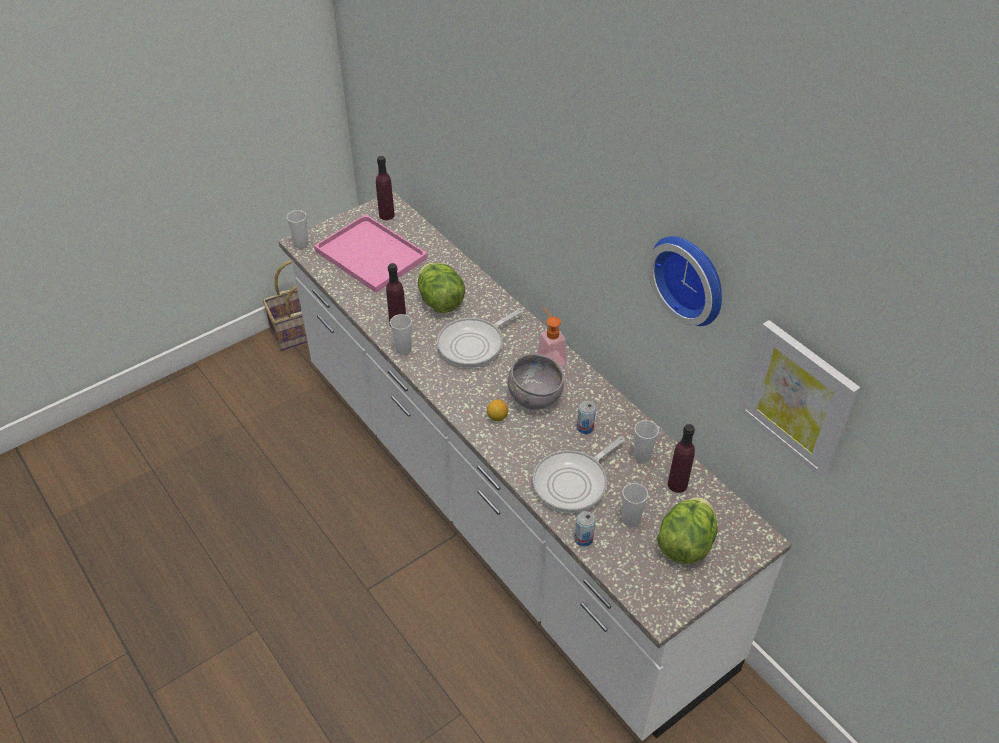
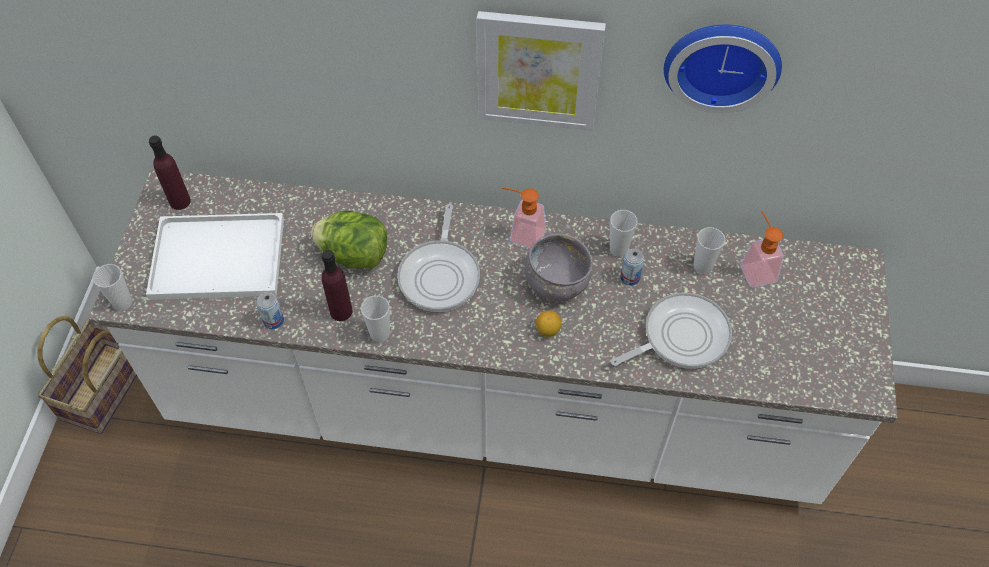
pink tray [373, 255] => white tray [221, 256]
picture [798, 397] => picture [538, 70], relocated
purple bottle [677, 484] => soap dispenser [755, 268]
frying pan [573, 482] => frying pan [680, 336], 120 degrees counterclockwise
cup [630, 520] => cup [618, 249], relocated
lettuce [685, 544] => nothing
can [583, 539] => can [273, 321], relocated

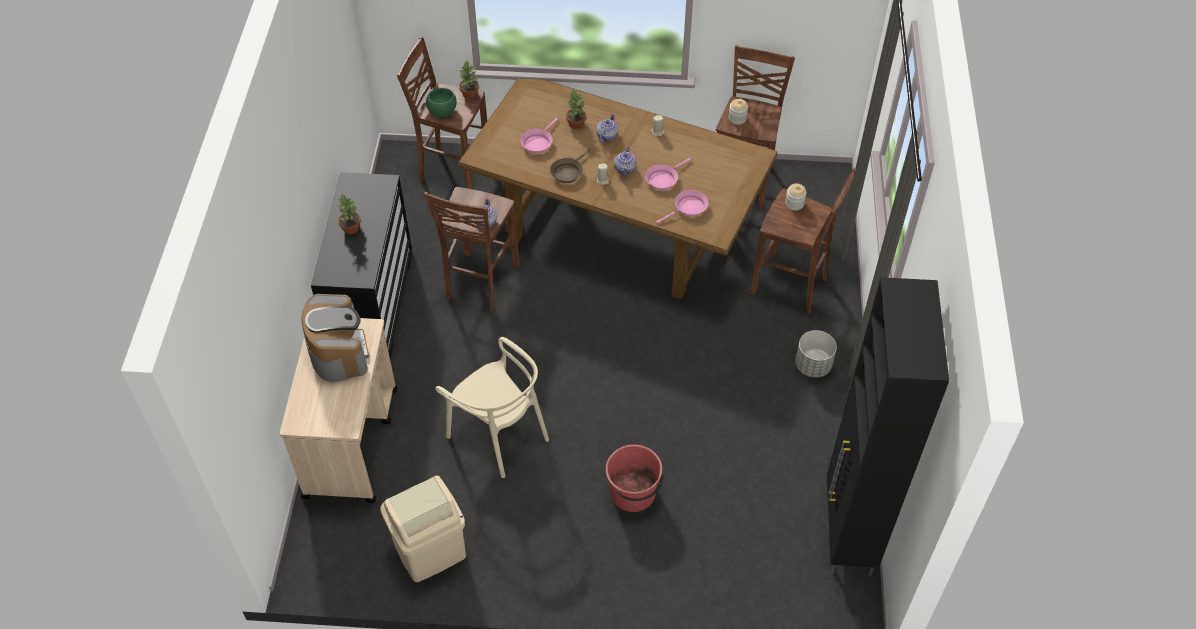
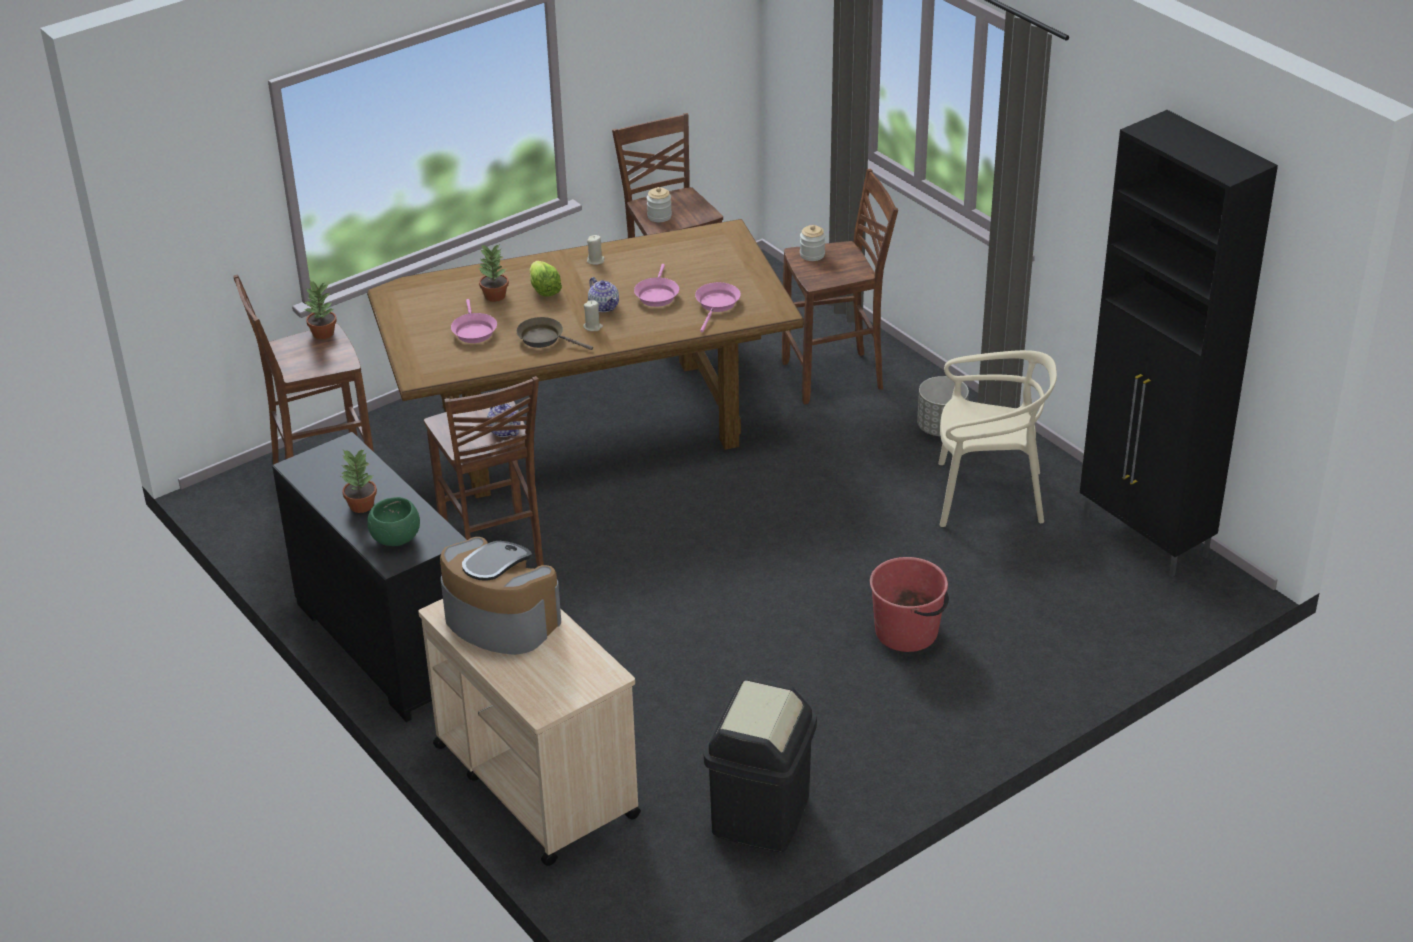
green bowl [442, 111] => green bowl [395, 537], relocated
teapot [606, 136] => lettuce [544, 290]
brown frying pan [568, 172] => brown frying pan [544, 339], 120 degrees clockwise
beige chair [499, 435] => beige chair [987, 496], relocated
beige trash can [430, 550] => black trash can [760, 815]

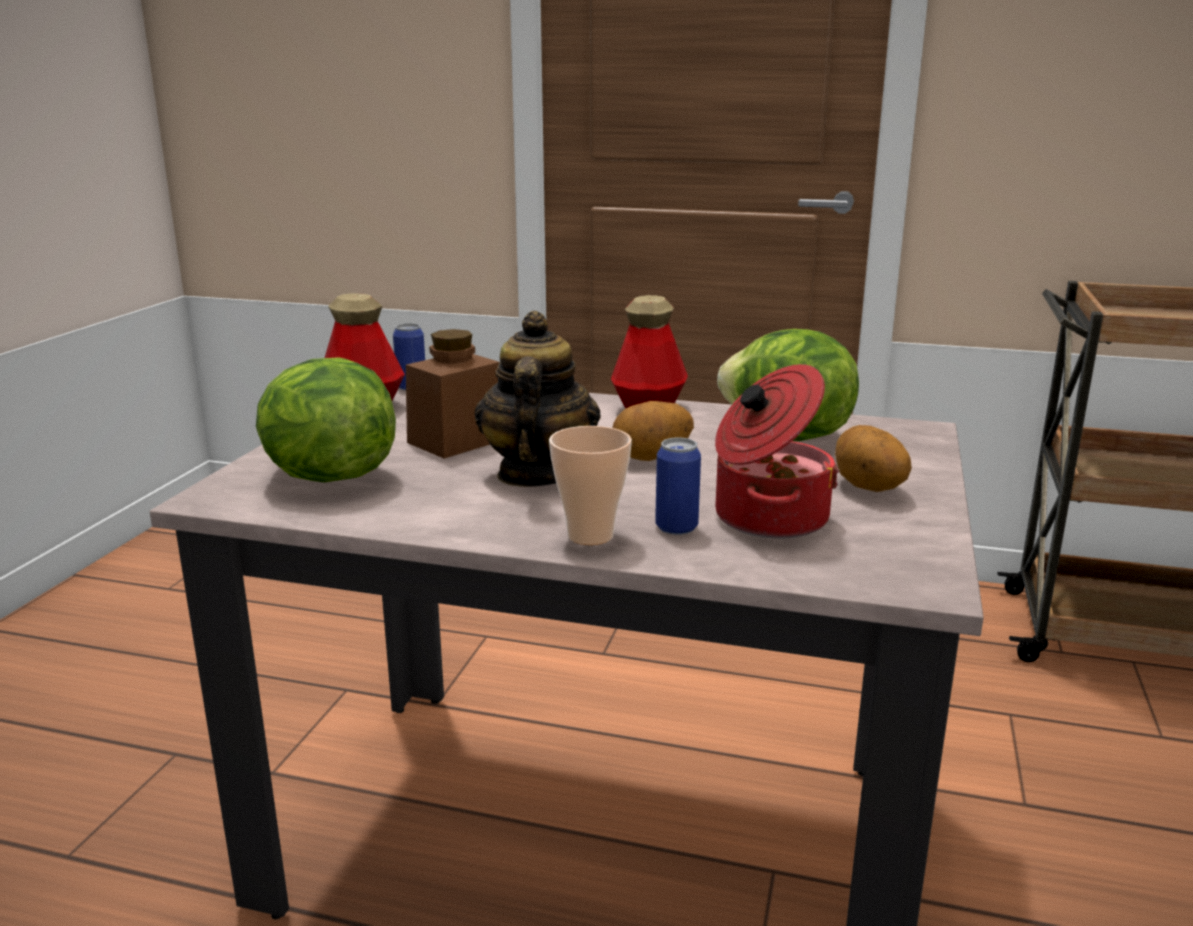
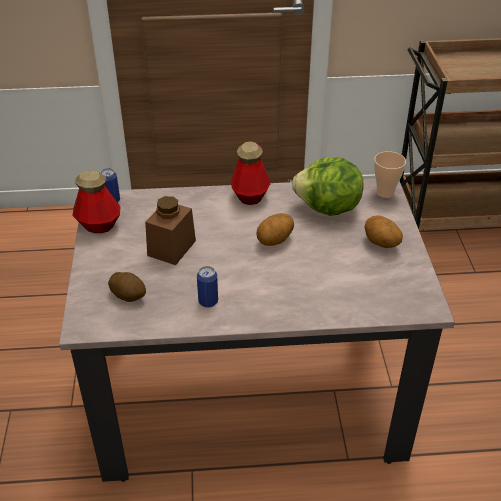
teapot [537, 474] => nothing
lettuce [328, 477] => potato [128, 295]
cooking pot [767, 517] => nothing
cup [590, 535] => cup [385, 192], relocated
can [676, 527] => can [208, 301], relocated

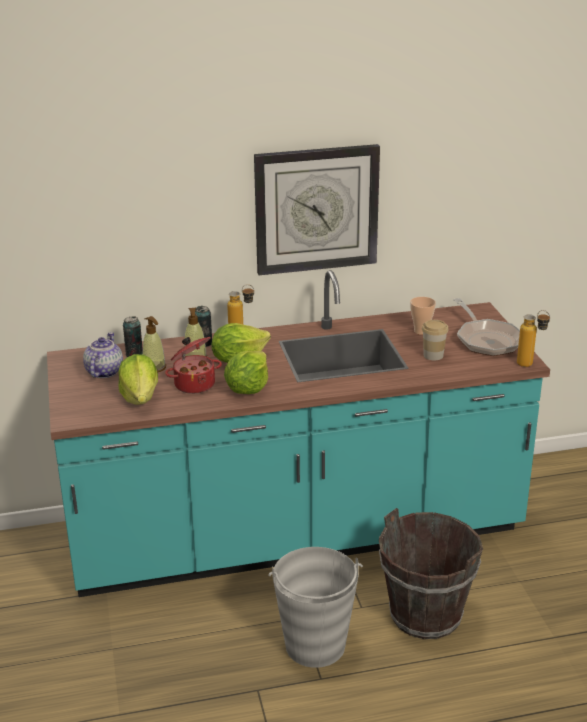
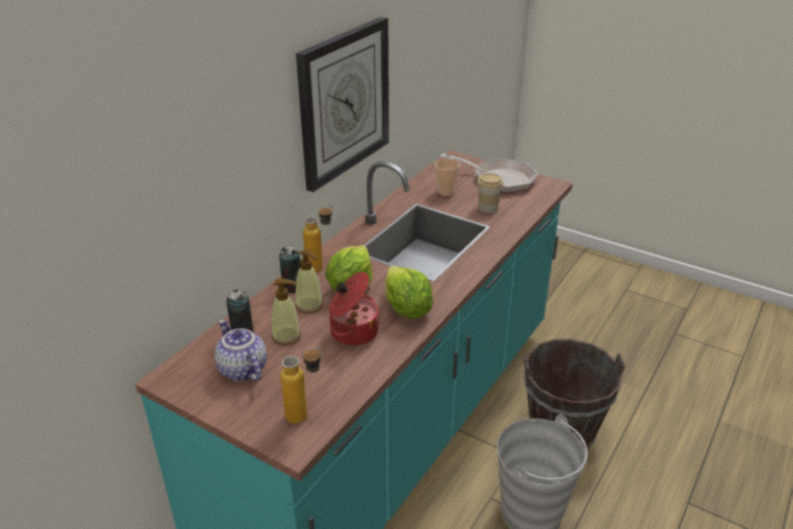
bottle [530, 366] => bottle [305, 416], relocated
lettuce [140, 397] => nothing

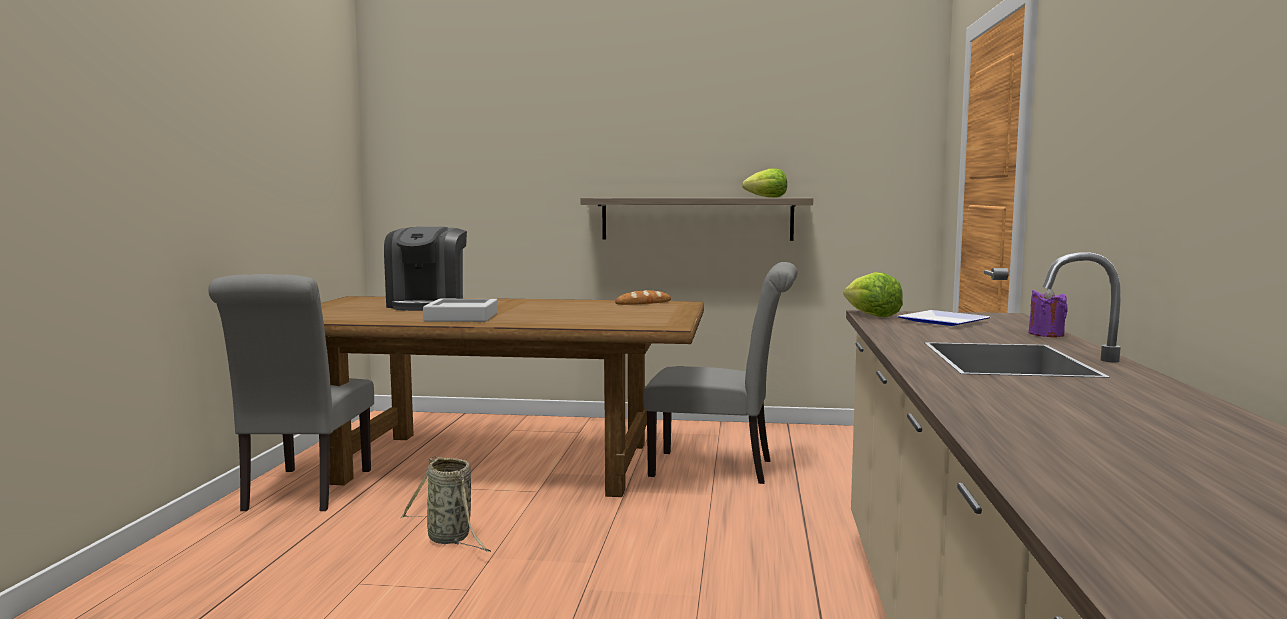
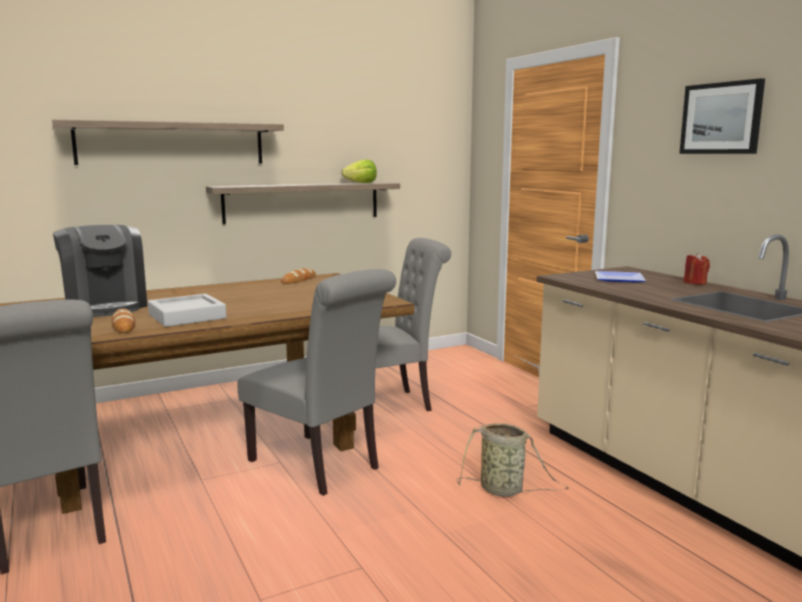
lettuce [871, 315] => nothing
purple candle [1046, 334] => red candle [695, 283]
basket [451, 539] => basket [504, 490], relocated
nothing => picture [721, 118]
nothing => shelf [172, 143]
nothing => grey chair [319, 466]
nothing => bread [123, 325]

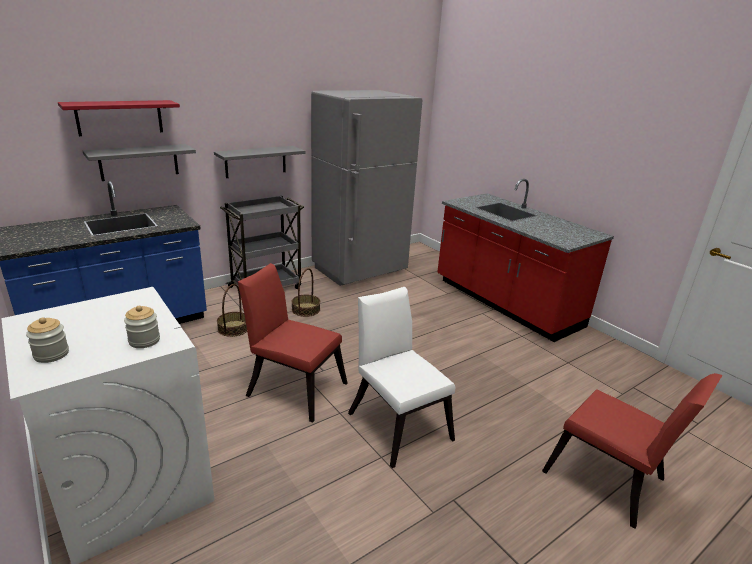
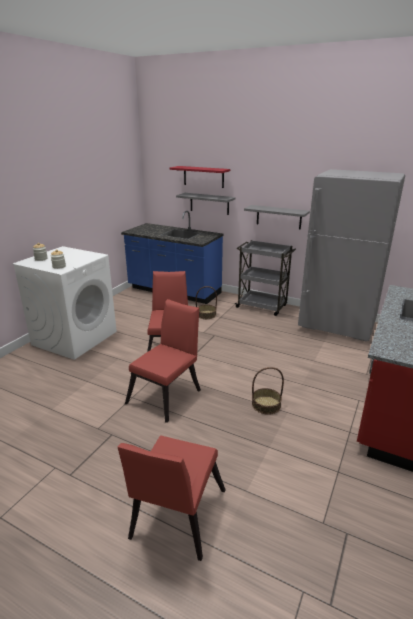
basket [305, 309] => basket [266, 405], relocated
white chair [397, 422] => red chair [167, 394]

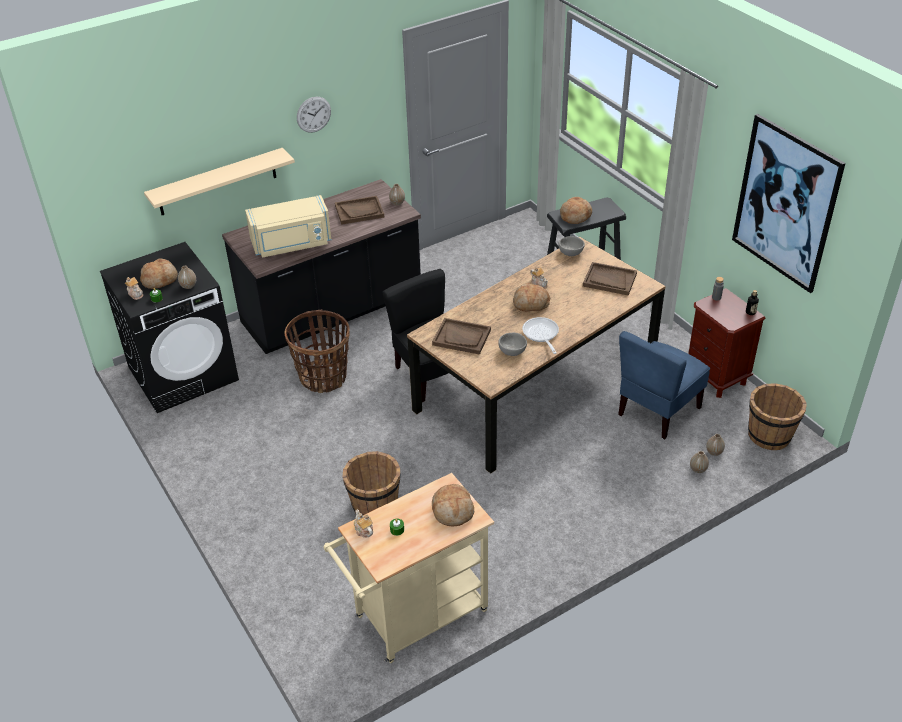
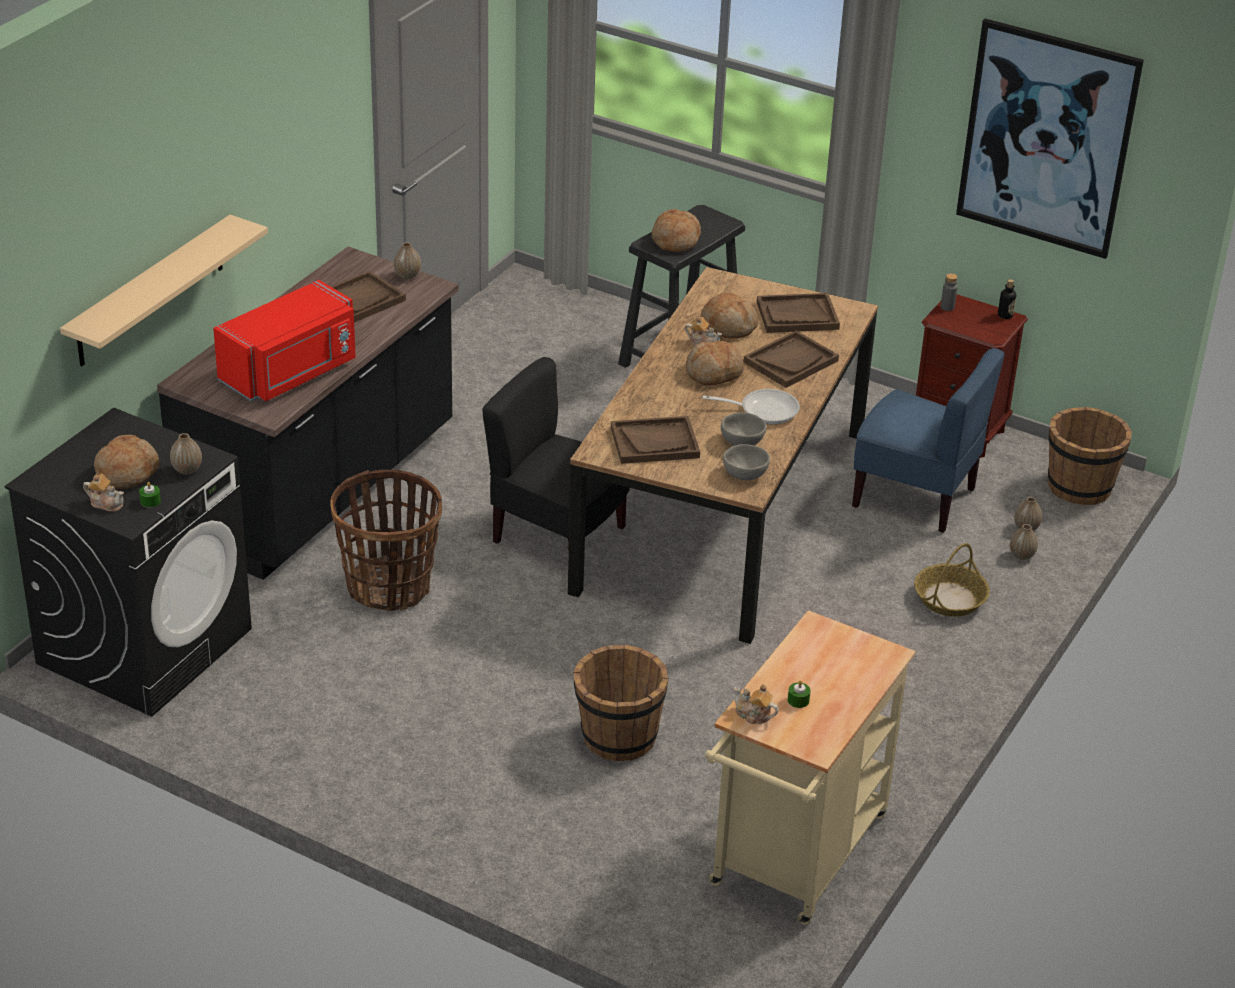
wall clock [313, 114] => nothing
beige microwave [292, 244] => red microwave [291, 372]
grey bowl [570, 253] => grey bowl [745, 475], relocated
frying pan [541, 335] => frying pan [763, 410], 135 degrees clockwise
blue chair [657, 411] => blue chair [915, 497], 75 degrees counterclockwise
bread [453, 510] => bread [729, 326], relocated
nothing => brown tray [790, 361]
nothing => basket [950, 599]

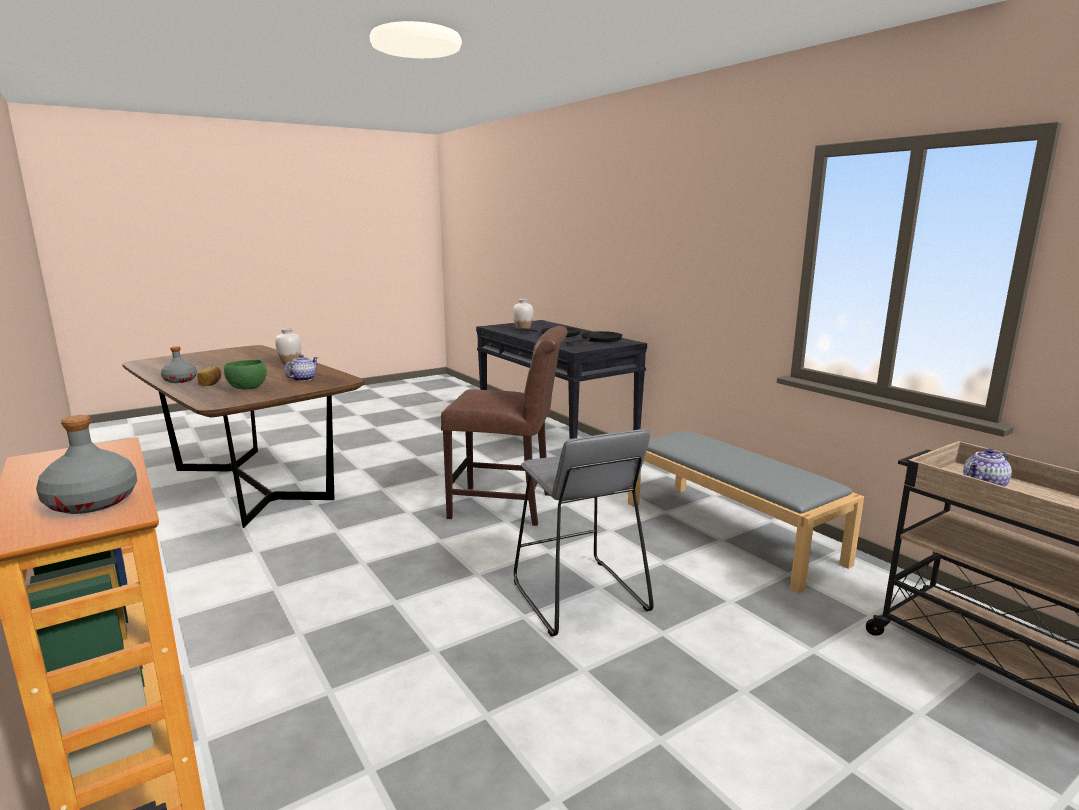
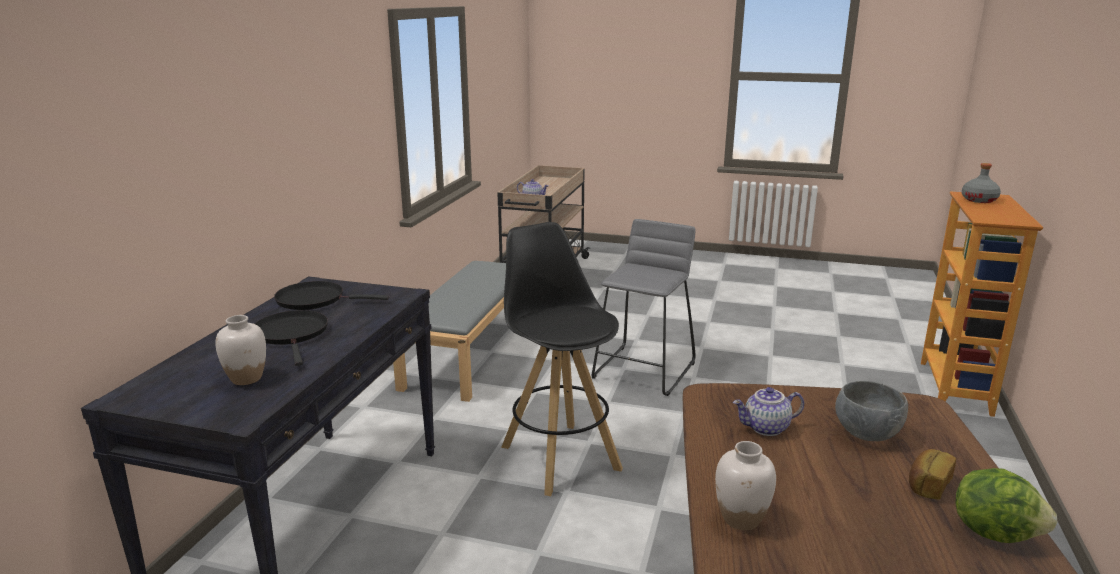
brown chair [507, 506] => black stool [559, 456]
grey bottle [180, 380] => lettuce [994, 532]
green bowl [248, 388] => grey bowl [866, 434]

